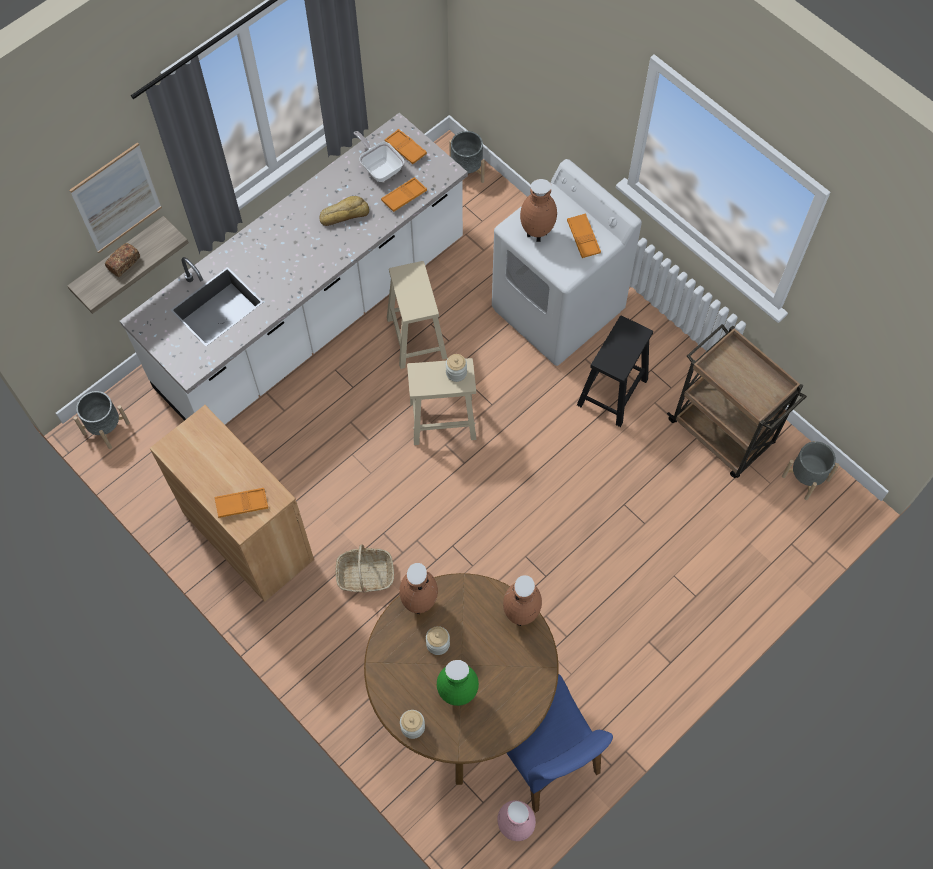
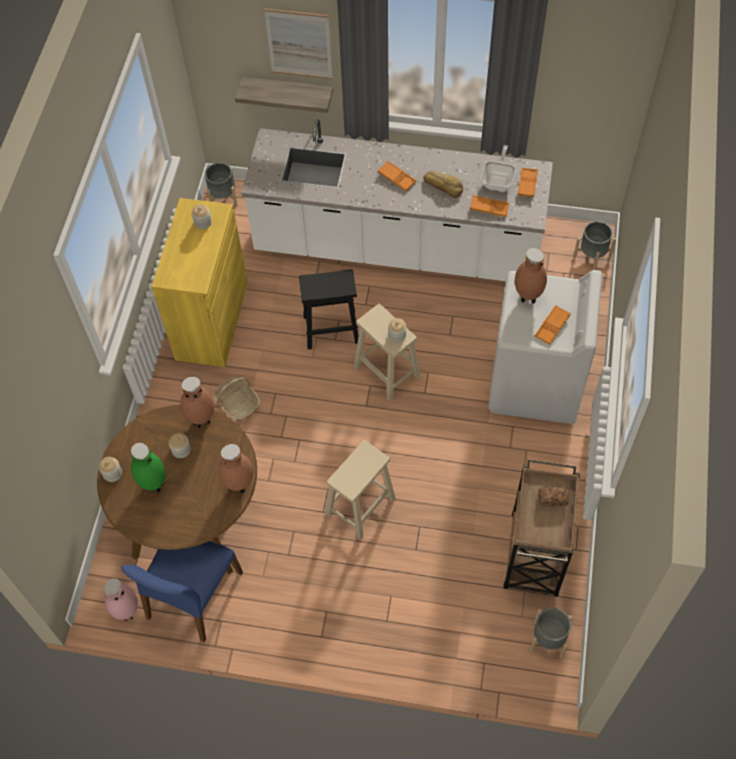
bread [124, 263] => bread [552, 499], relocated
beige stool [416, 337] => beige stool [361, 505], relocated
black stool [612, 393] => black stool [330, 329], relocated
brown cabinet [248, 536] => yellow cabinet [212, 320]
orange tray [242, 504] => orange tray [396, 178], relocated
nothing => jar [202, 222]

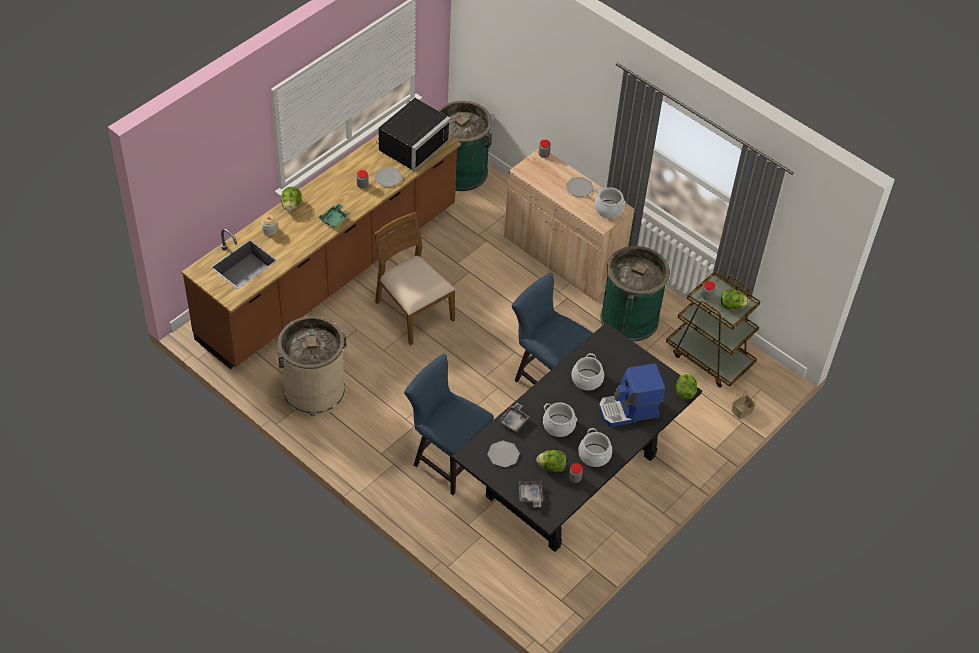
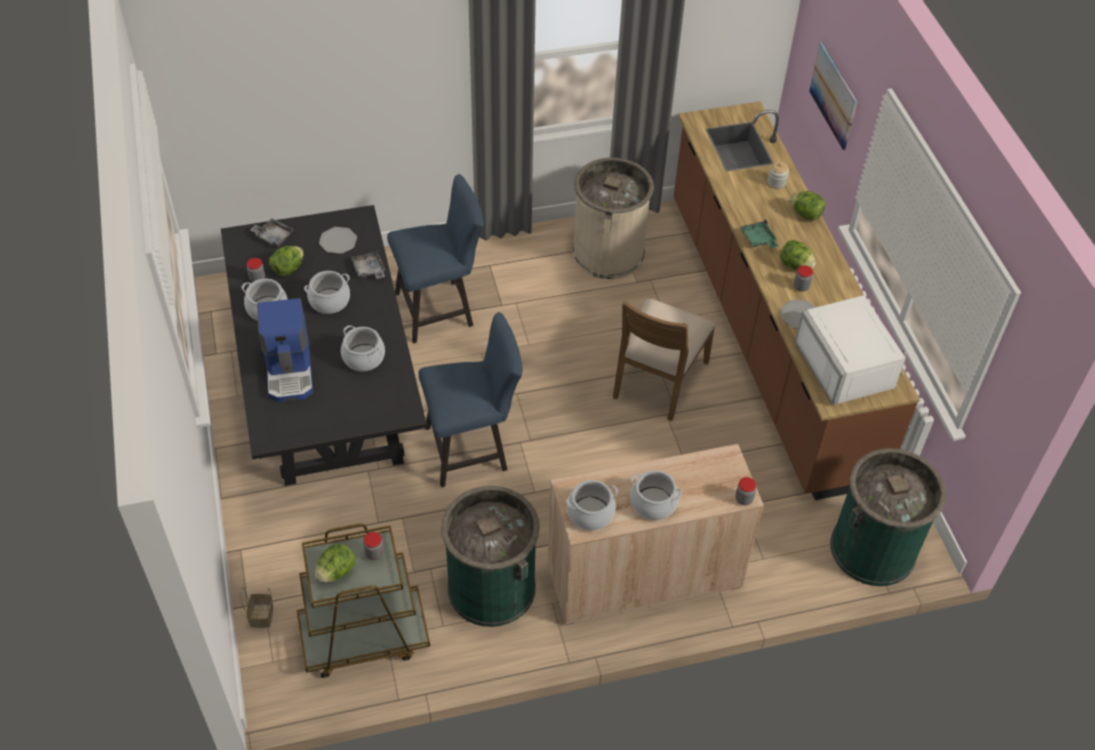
black microwave [410, 144] => white microwave [850, 365]
plate [579, 187] => cooking pot [653, 503]
brown chair [413, 311] => brown chair [658, 379], 120 degrees clockwise
coffee machine [629, 410] => coffee machine [290, 370], 150 degrees clockwise
lettuce [685, 392] => lettuce [795, 265], relocated
nothing => picture [833, 95]

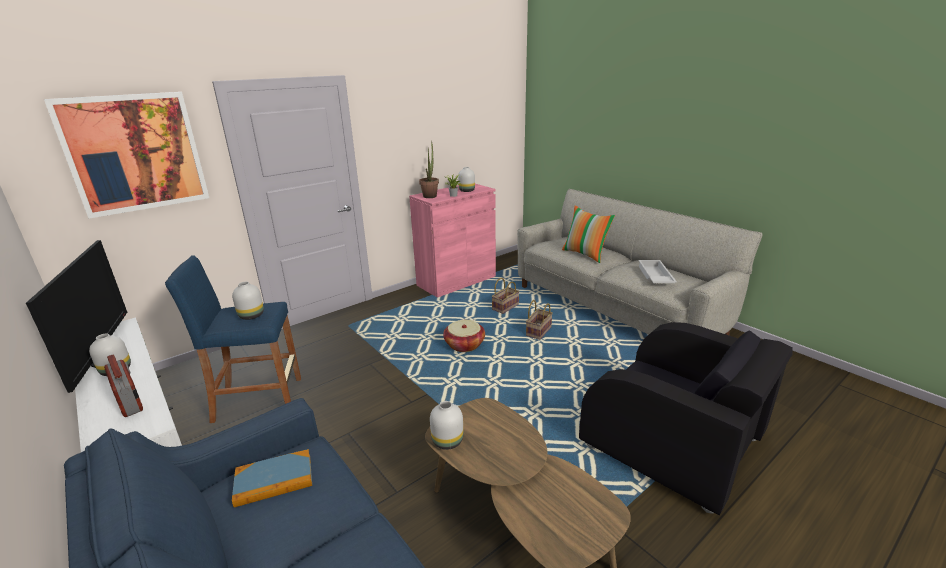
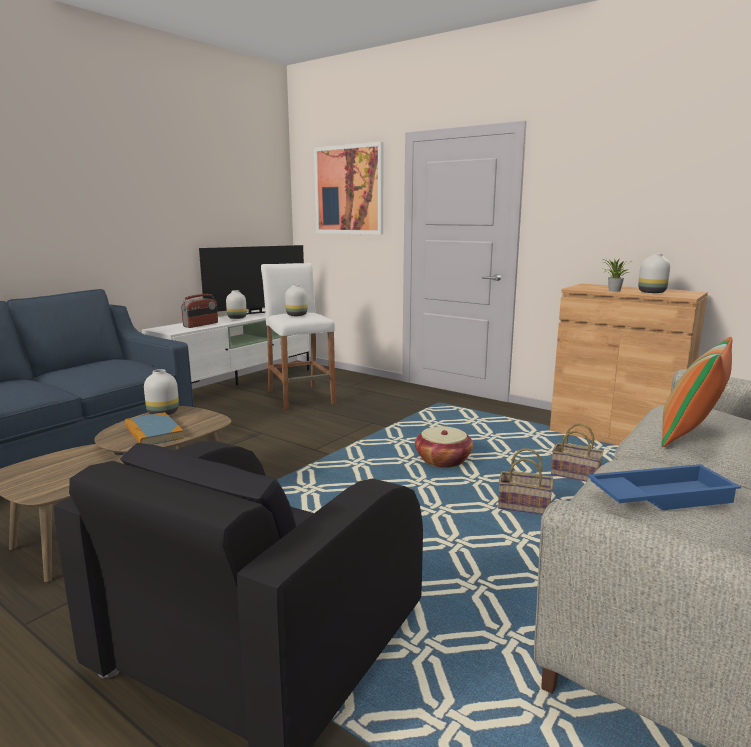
potted plant [430, 195] => nothing
pink cabinet [456, 281] => brown cabinet [616, 435]
blue stool [258, 399] => white stool [300, 397]
white tray [654, 276] => blue tray [660, 496]
book [274, 480] => book [153, 432], relocated

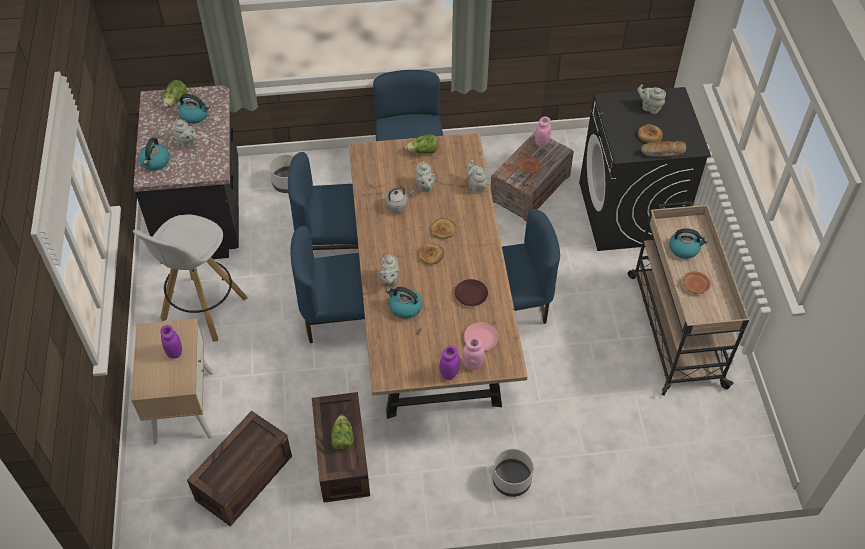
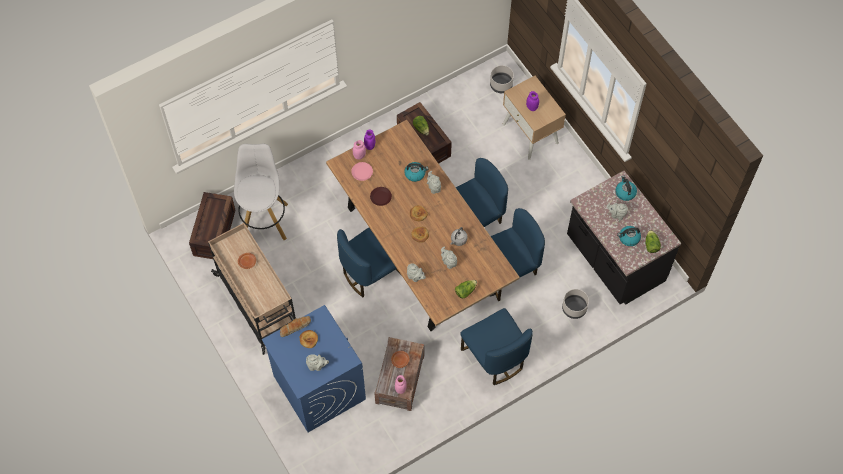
black washing machine [630, 213] => blue washing machine [318, 387]
white stool [203, 309] => white stool [264, 220], relocated
kettle [684, 249] => nothing
crate [244, 476] => crate [215, 233], relocated
grey planter [511, 480] => grey planter [501, 85], relocated

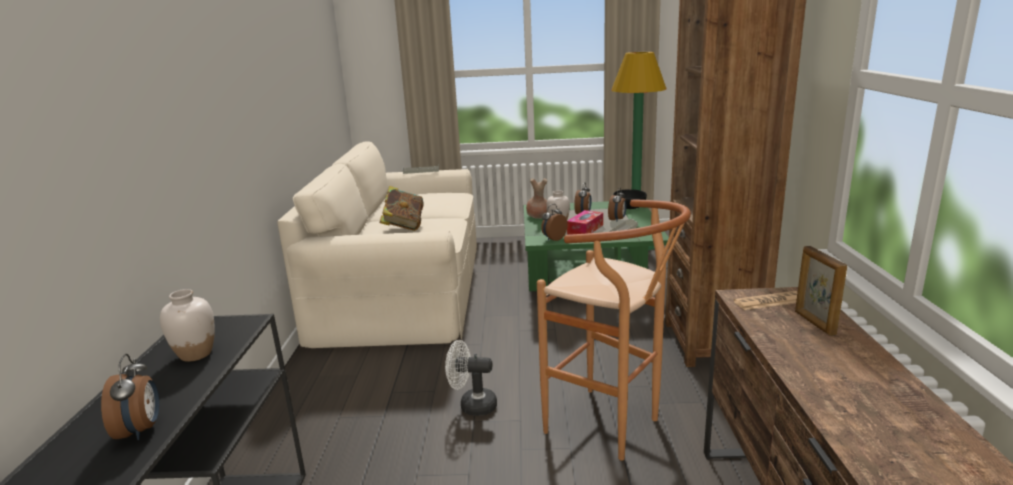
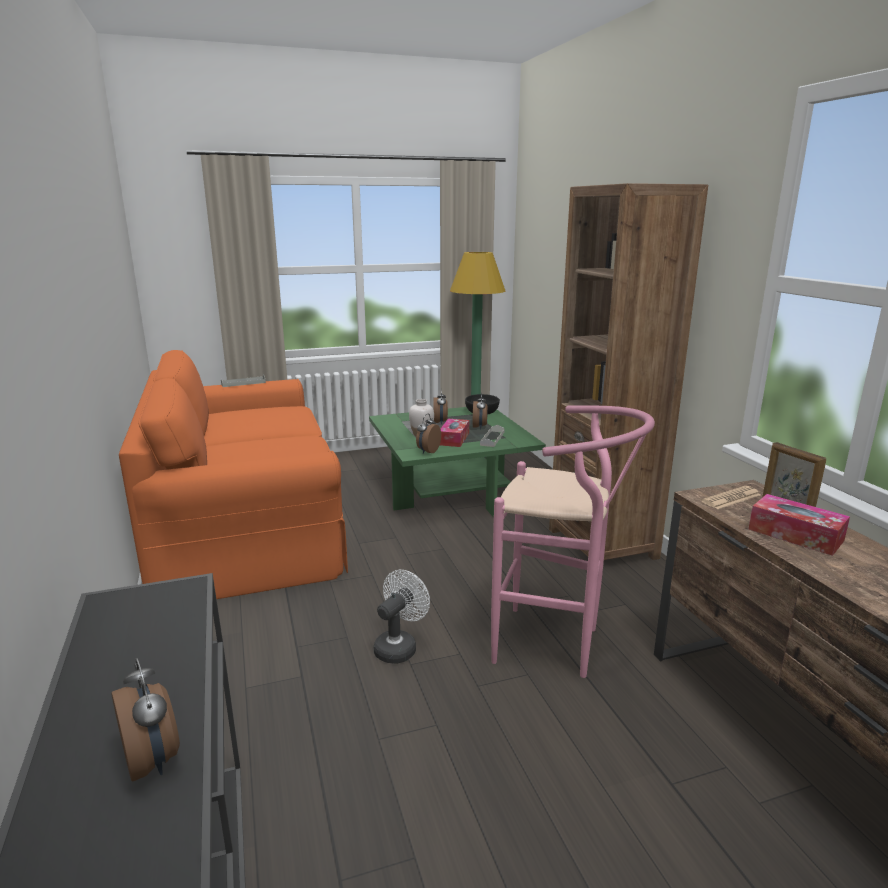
beige sofa [403, 288] => orange sofa [246, 522]
brown vase [537, 216] => nothing
book [403, 226] => nothing
brown stool [612, 428] => pink stool [557, 645]
white vase [195, 354] => nothing
white fan [472, 405] => white fan [399, 646], 135 degrees clockwise
nothing => tissue box [795, 535]

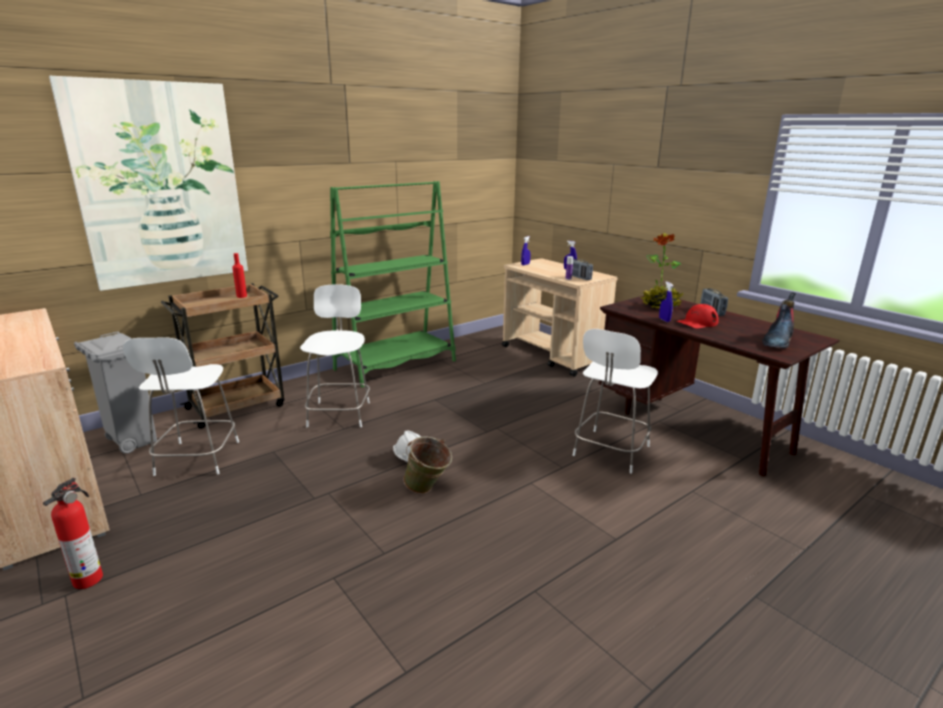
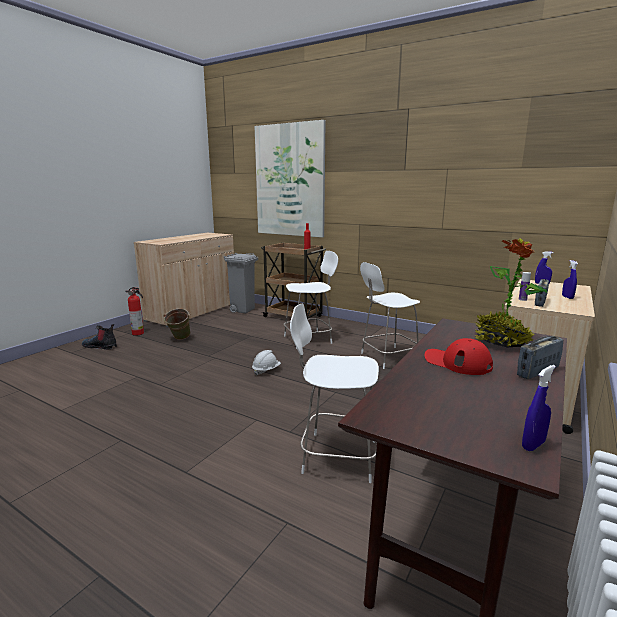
green bookcase [396, 365] => nothing
blue spray bottle [664, 320] => blue spray bottle [533, 445], relocated
boot [777, 341] => boot [100, 346], relocated
white stool [196, 459] => white stool [387, 358], relocated
green bucket [428, 490] => green bucket [179, 339], relocated

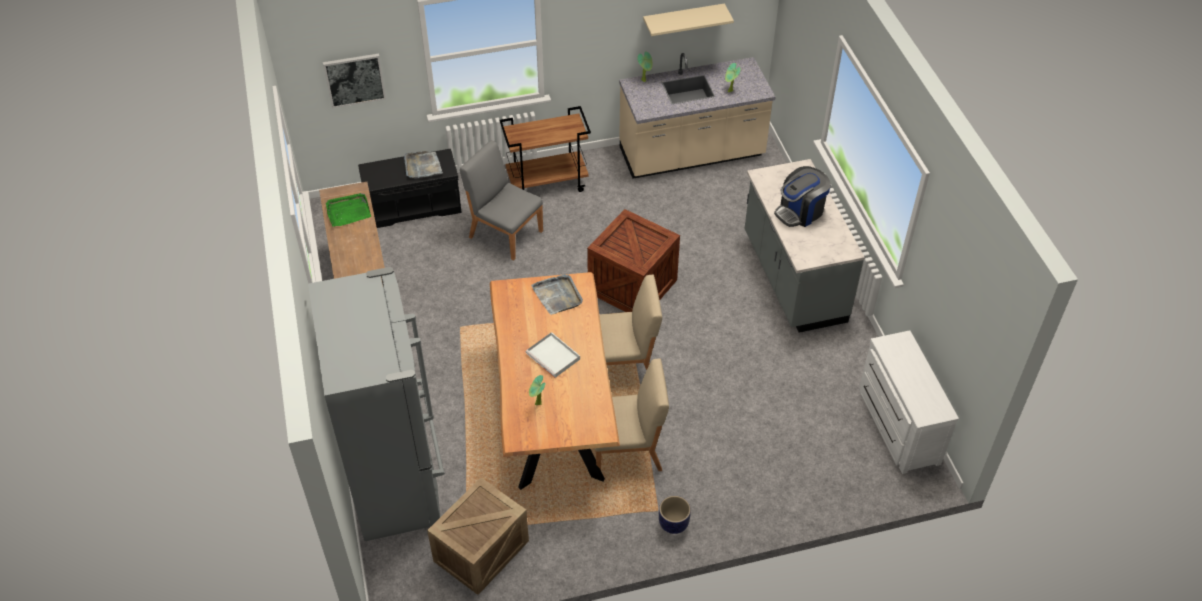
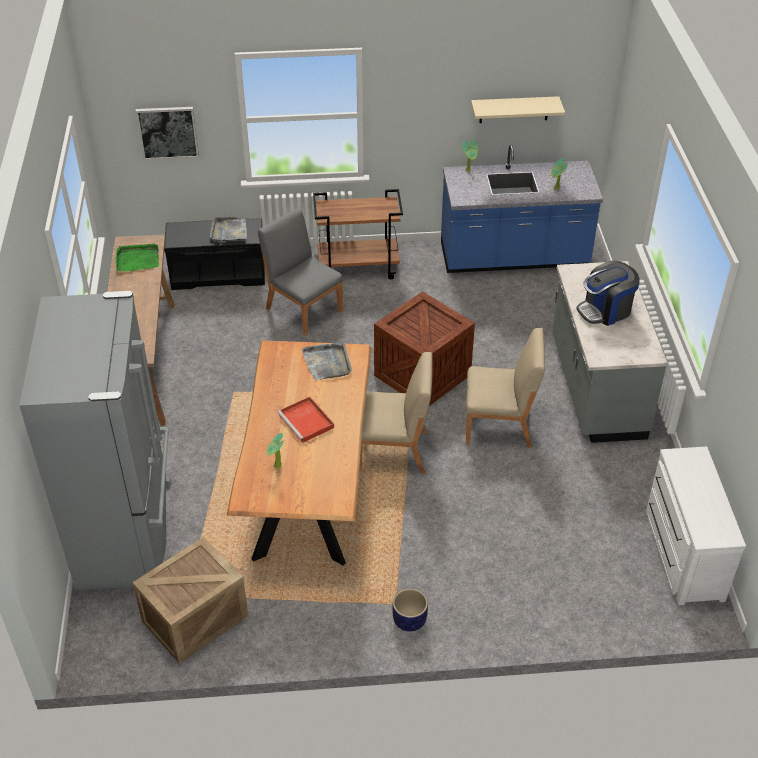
beige counter [692, 154] => blue counter [514, 257]
white tray [554, 357] => red tray [307, 422]
beige chair [627, 450] => beige chair [499, 426], relocated

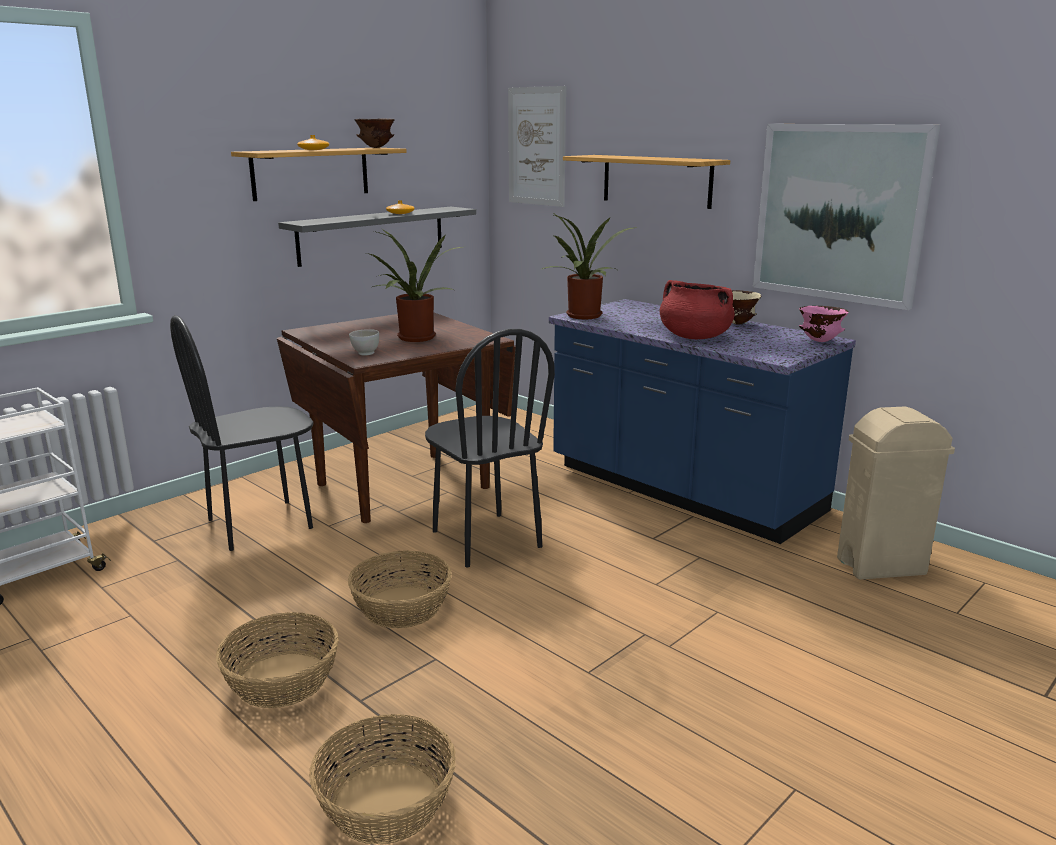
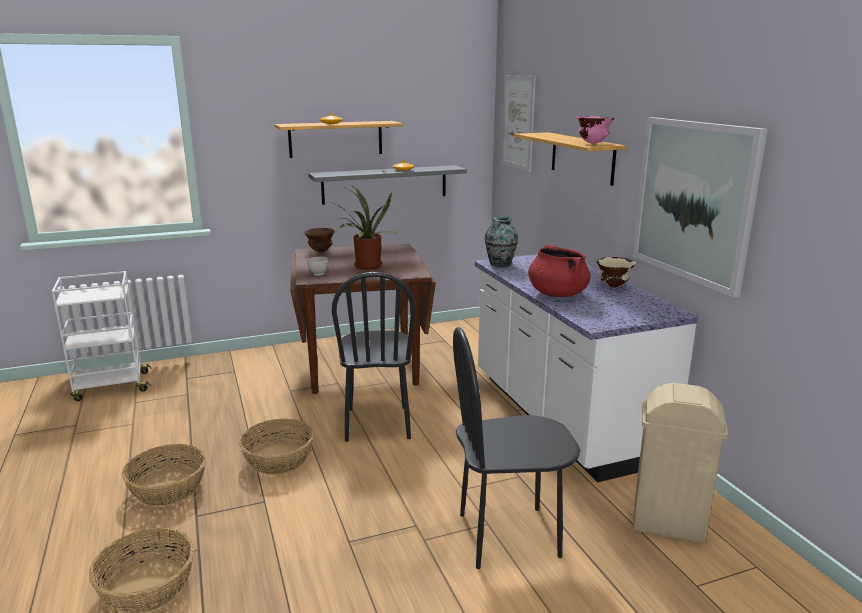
brown bowl [376, 148] => brown bowl [320, 251], relocated
potted plant [584, 317] => vase [500, 264]
blue counter [682, 490] => white counter [562, 417]
pink bowl [819, 341] => pink bowl [593, 143], relocated
black chair [260, 524] => black chair [508, 535], relocated

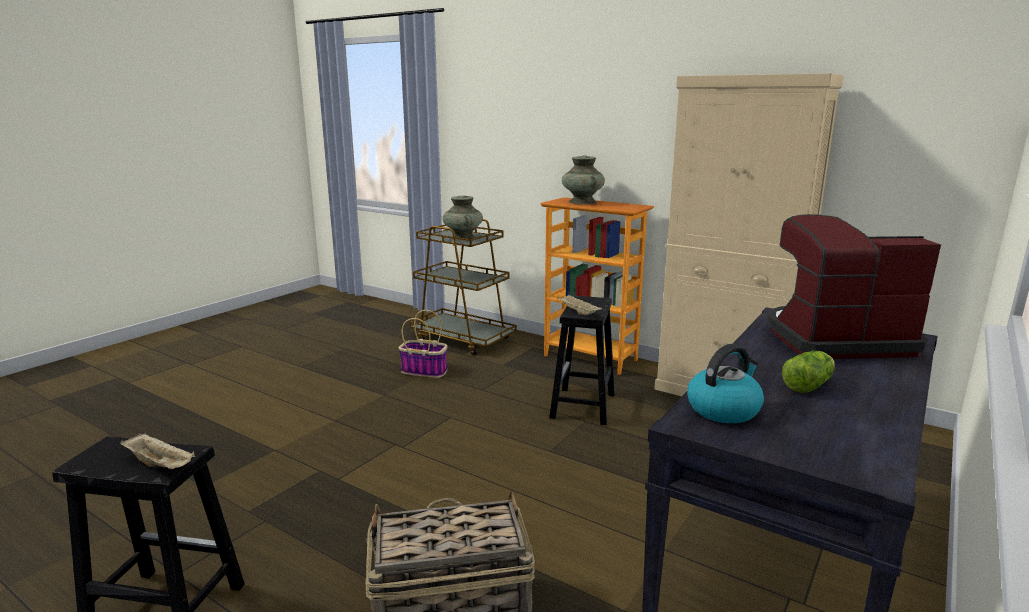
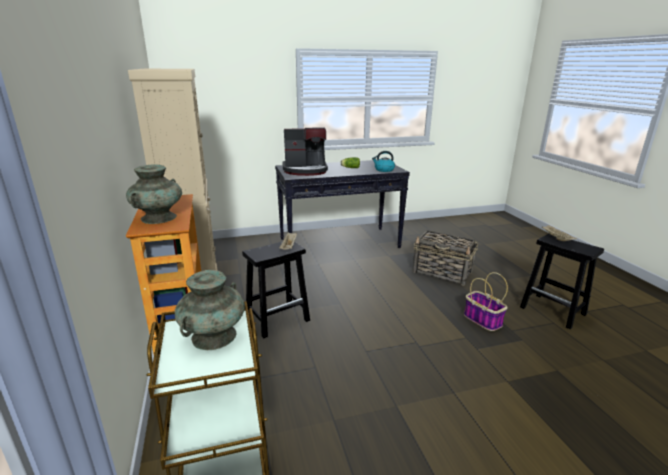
coffee machine [835, 339] => coffee machine [305, 170], 45 degrees counterclockwise
basket [425, 371] => basket [481, 320], relocated

